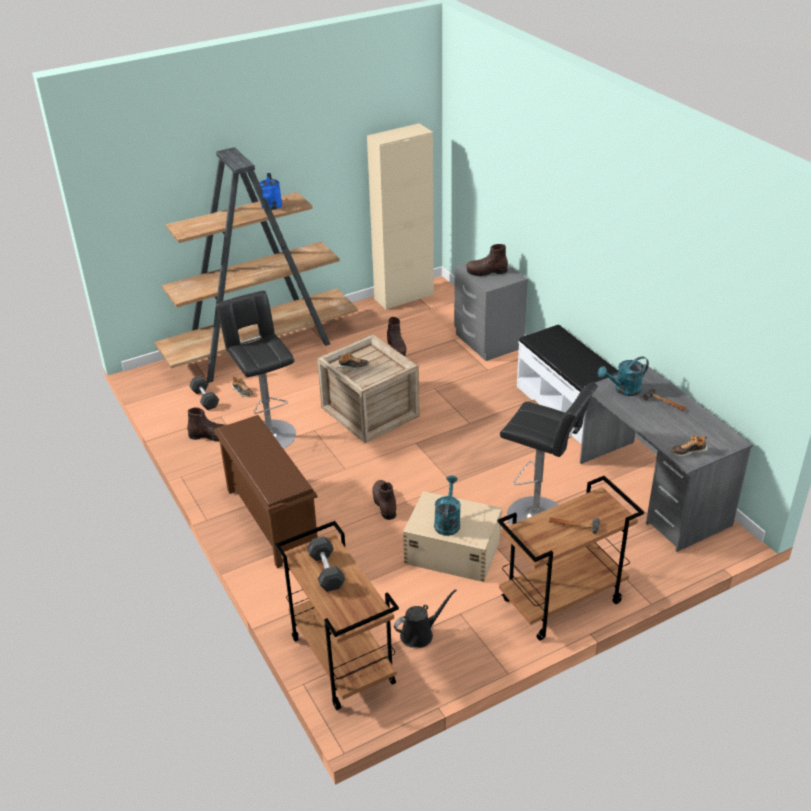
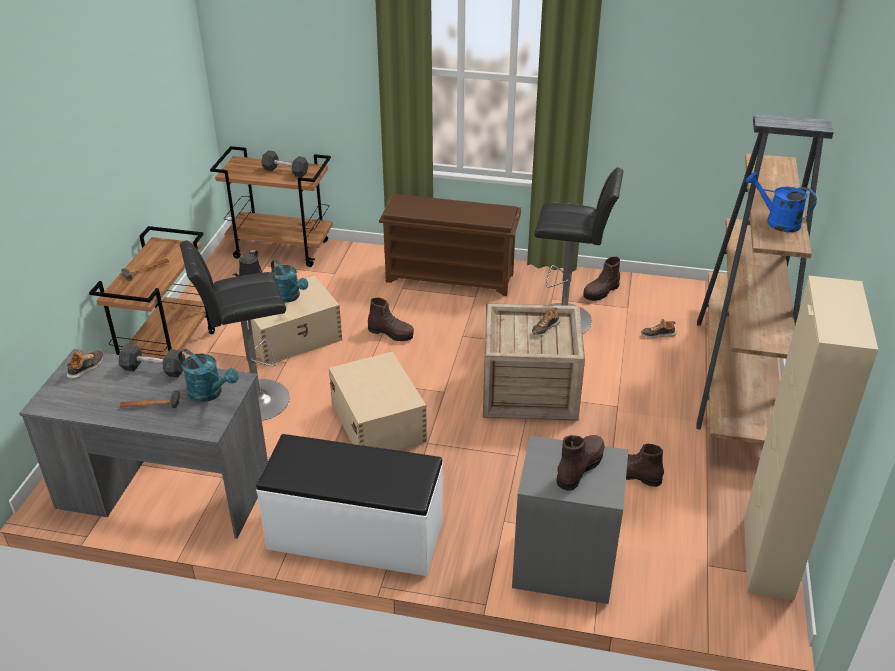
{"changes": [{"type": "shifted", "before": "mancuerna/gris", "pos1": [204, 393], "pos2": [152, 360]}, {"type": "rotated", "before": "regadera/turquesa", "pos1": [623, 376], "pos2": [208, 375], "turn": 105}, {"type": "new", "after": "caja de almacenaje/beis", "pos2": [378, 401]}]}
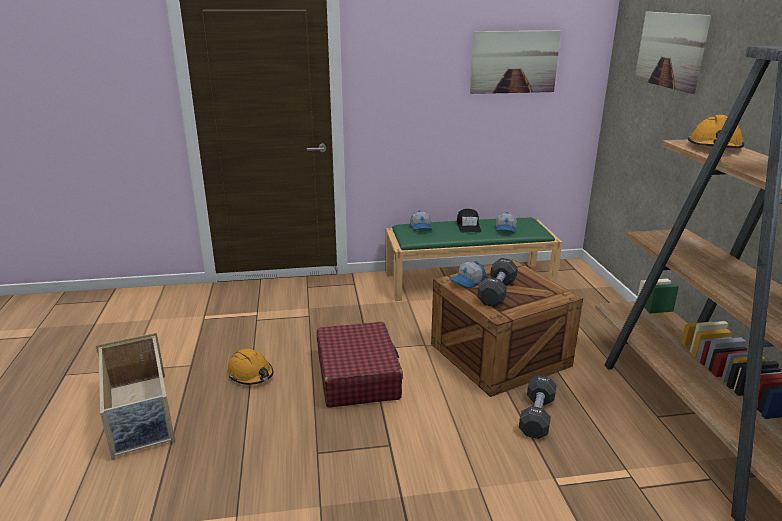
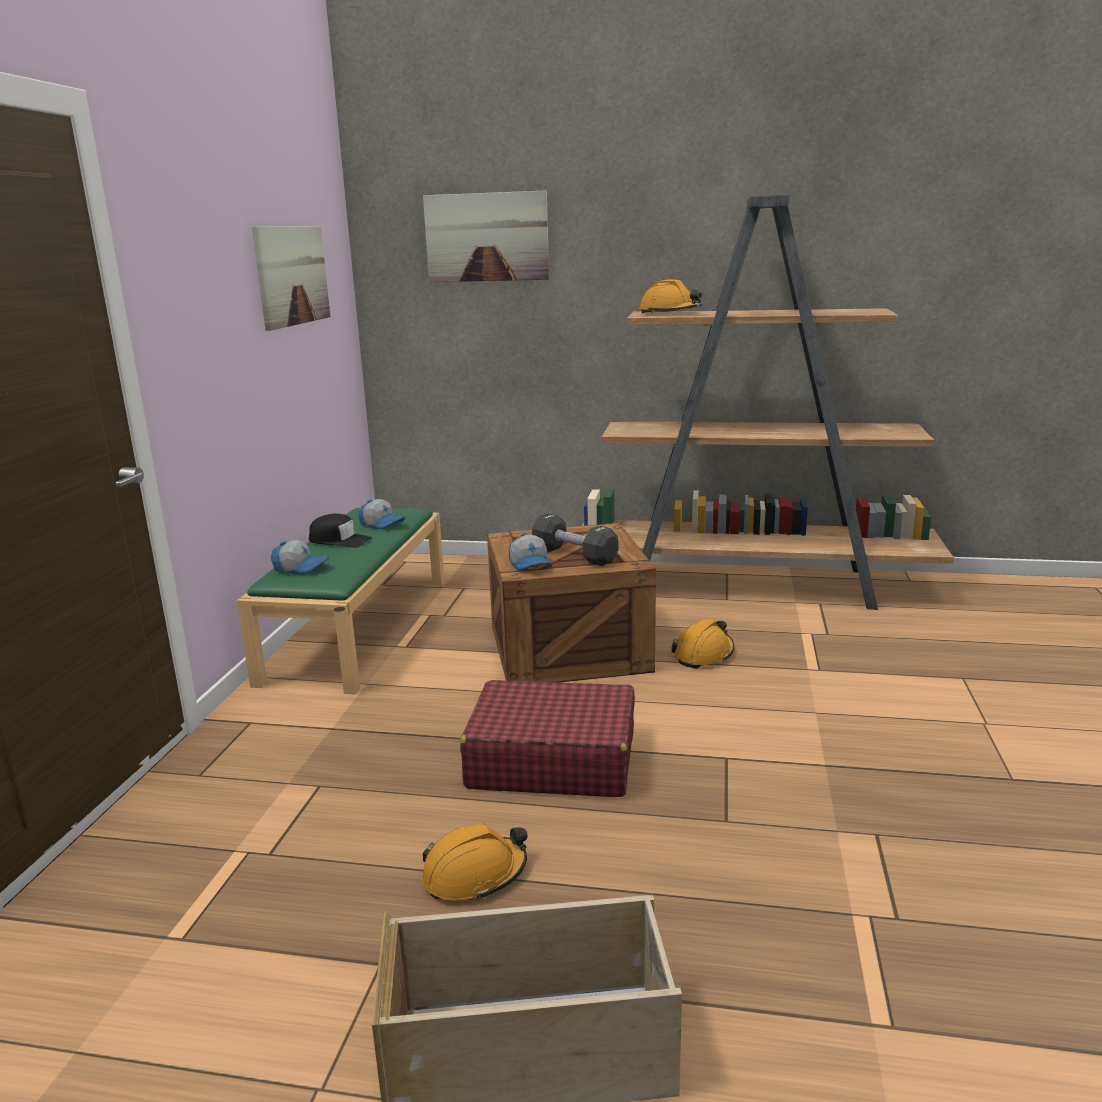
{"changes": [{"type": "swapped", "before": "mancuerna/negro", "after": "casco/naranja", "pos1": [538, 407], "pos2": [703, 644]}]}
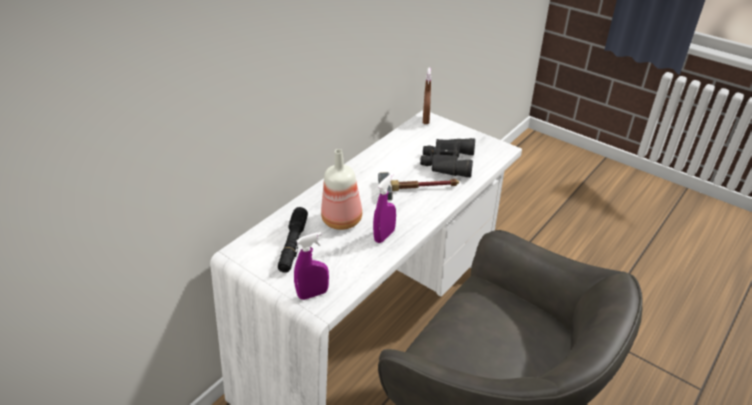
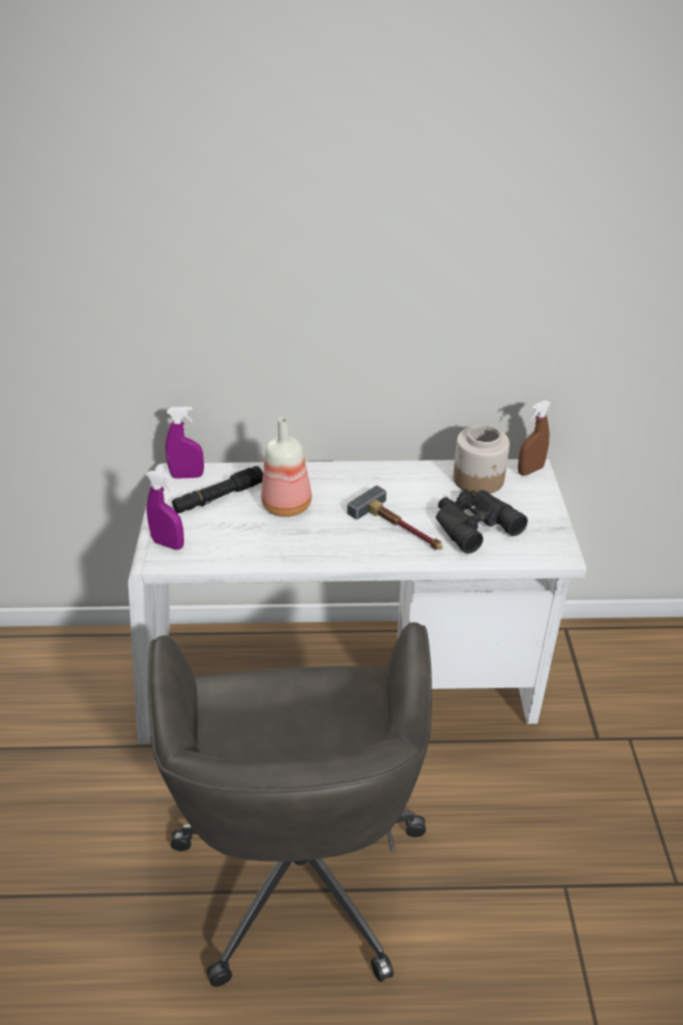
{"changes": [{"type": "shifted", "before": "pulverizador/morado", "pos1": [384, 208], "pos2": [184, 442]}, {"type": "new", "after": "tarro", "pos2": [481, 459]}]}
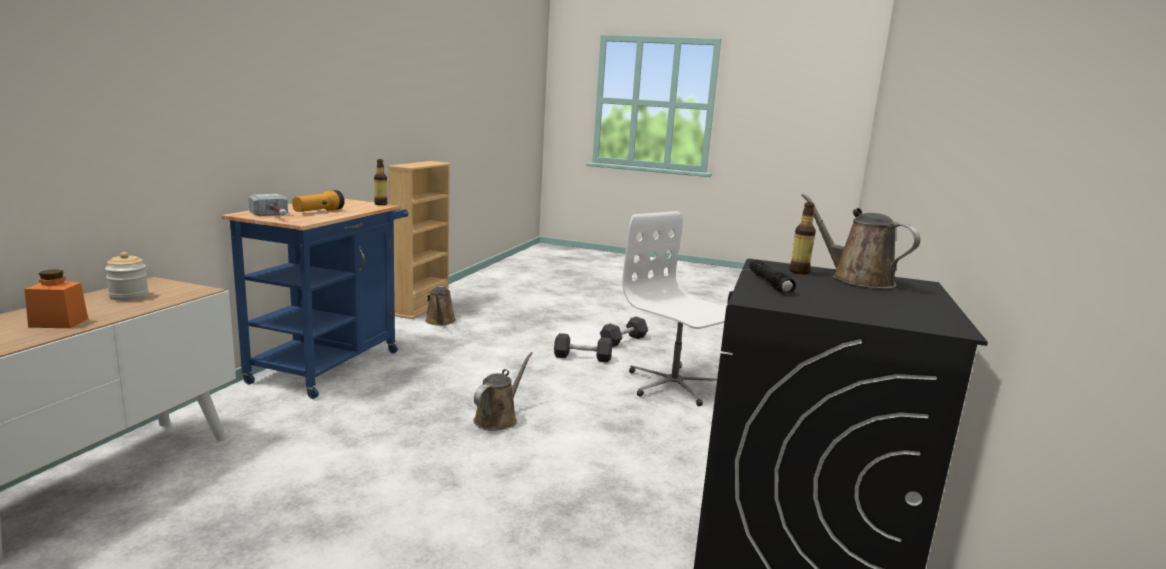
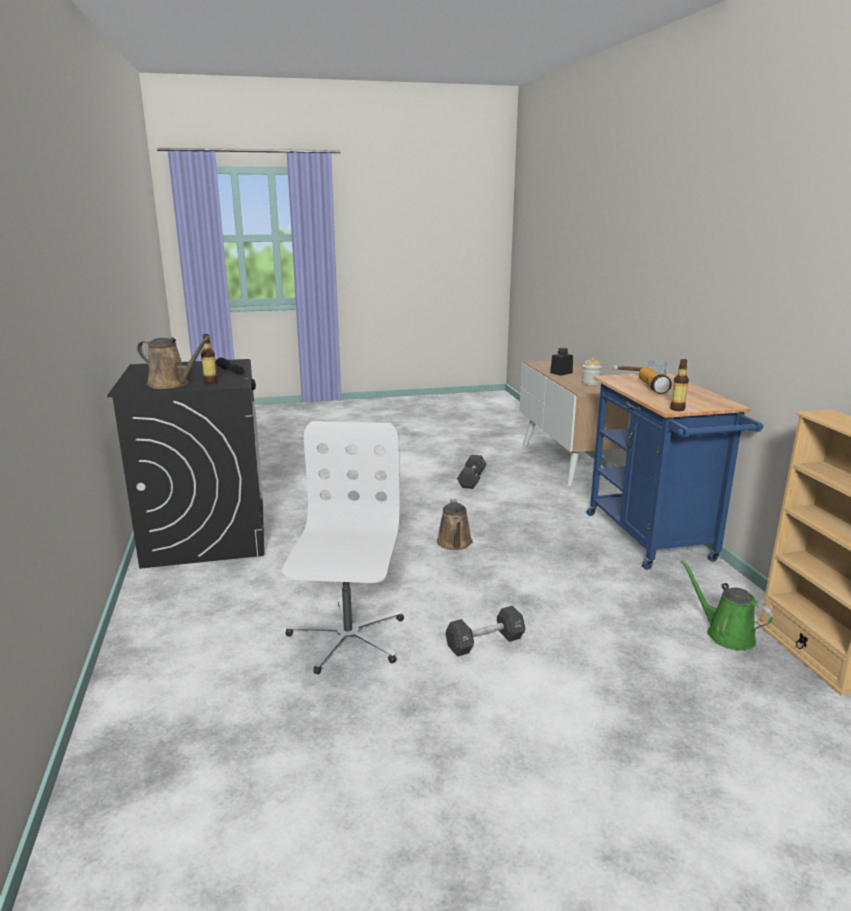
{"changes": [{"type": "rotated", "before": "silla de oficina/blanco", "pos1": [674, 308], "pos2": [343, 547], "turn": -105}, {"type": "shifted", "before": "mancuerna/negro", "pos1": [624, 331], "pos2": [472, 472]}, {"type": "repainted", "before": "tarro/naranja", "after": "tarro/negro", "pos1": [56, 298], "pos2": [561, 362]}, {"type": "repainted", "before": "regadera/marrón", "after": "regadera/verde", "pos1": [440, 306], "pos2": [727, 605]}]}
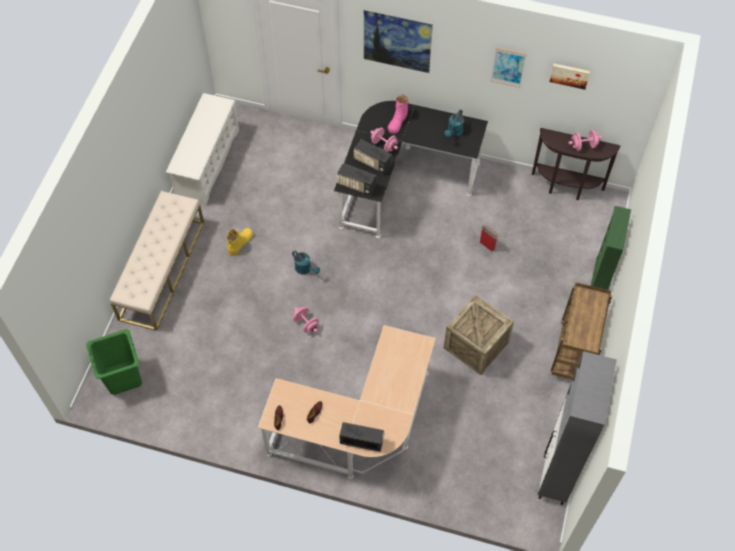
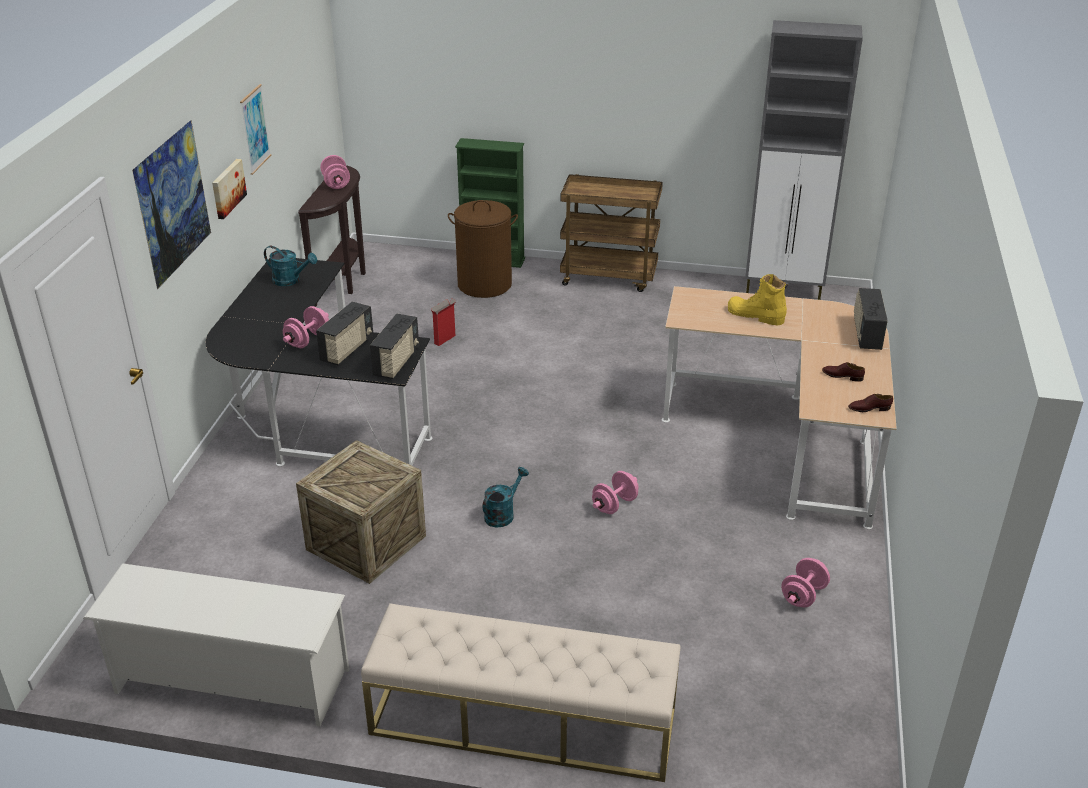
{"changes": [{"type": "shifted", "before": "cuadro", "pos1": [570, 77], "pos2": [229, 189]}, {"type": "shifted", "before": "caja de embalaje", "pos1": [479, 334], "pos2": [361, 512]}, {"type": "new", "after": "cesto de la ropa/marrón", "pos2": [483, 249]}, {"type": "shifted", "before": "bota/amarillo", "pos1": [239, 242], "pos2": [758, 300]}, {"type": "new", "after": "mancuerna/rosa", "pos2": [805, 582]}, {"type": "gone", "before": "cesto de la ropa/verde", "pos1": [114, 362]}, {"type": "gone", "before": "bota/rosa", "pos1": [398, 114]}]}
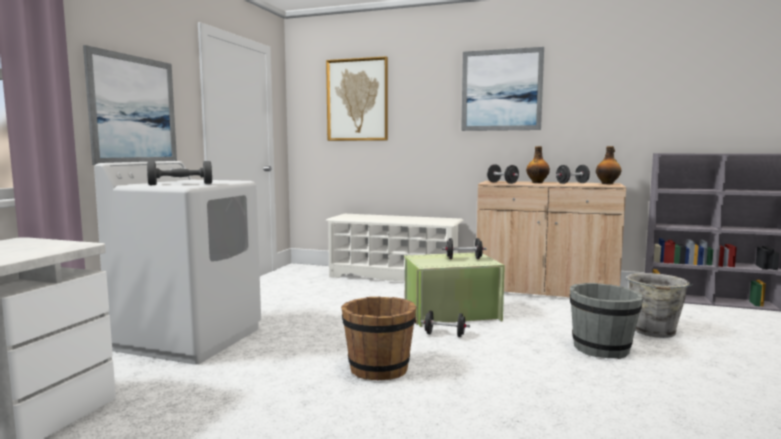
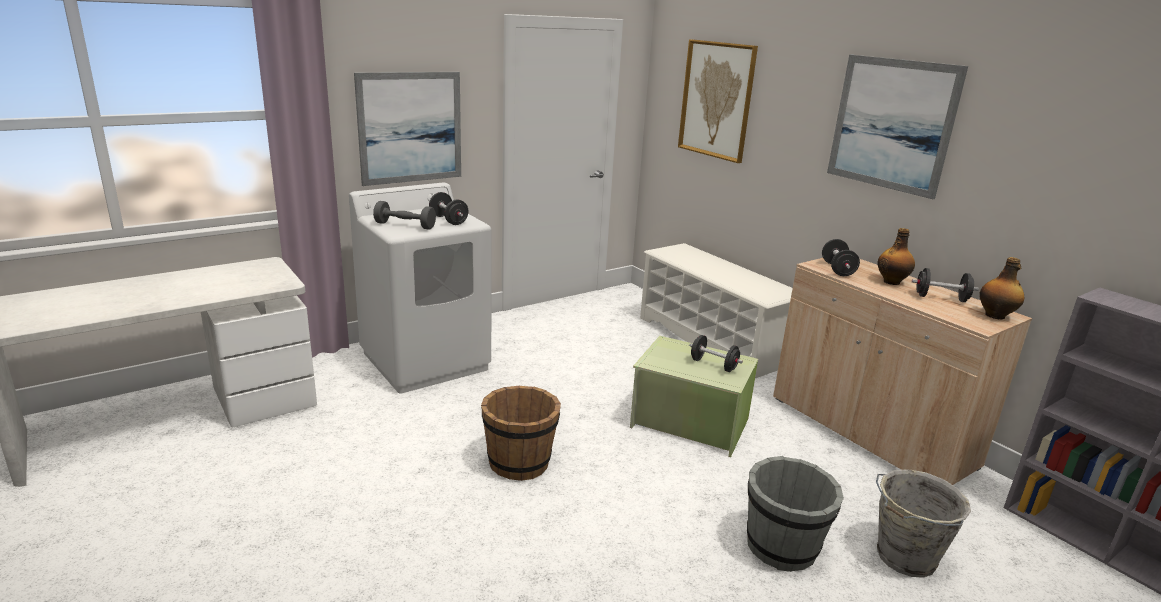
{"changes": [{"type": "shifted", "before": "mancuerna/negro", "pos1": [445, 324], "pos2": [448, 208]}]}
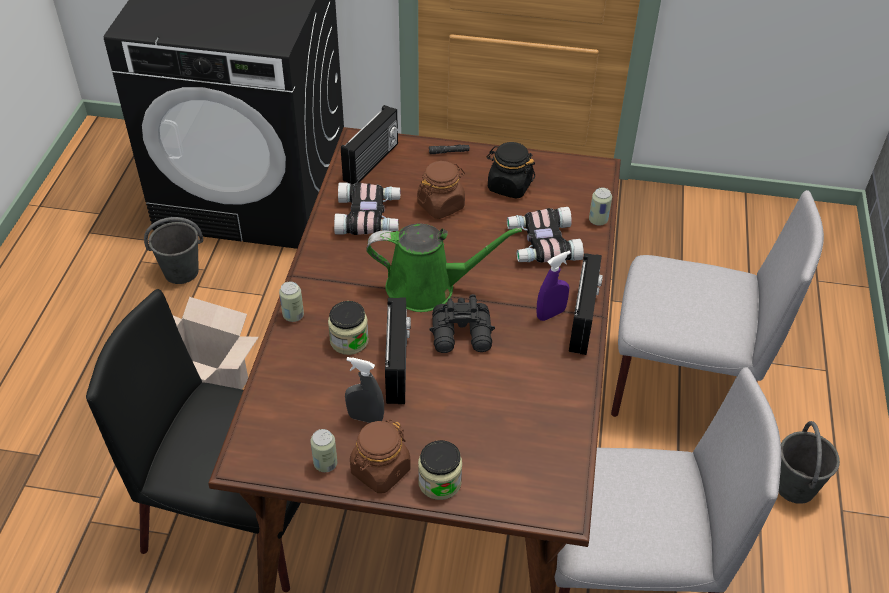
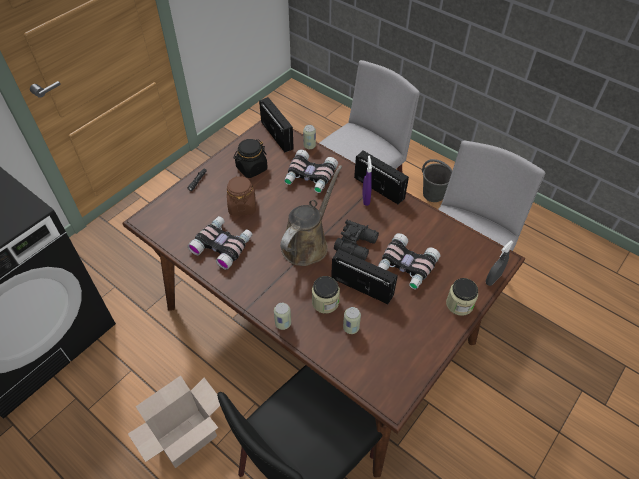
{"changes": [{"type": "shifted", "before": "radio", "pos1": [369, 144], "pos2": [276, 124]}, {"type": "repainted", "before": "regadera/verde", "after": "regadera/marrón", "pos1": [444, 268], "pos2": [311, 215]}, {"type": "shifted", "before": "lata", "pos1": [323, 450], "pos2": [352, 320]}, {"type": "new", "after": "prismáticos", "pos2": [409, 261]}, {"type": "shifted", "before": "pulverizador/gris", "pos1": [364, 390], "pos2": [500, 263]}, {"type": "gone", "before": "cubo/gris", "pos1": [173, 250]}, {"type": "gone", "before": "tarro/marrón", "pos1": [380, 456]}]}
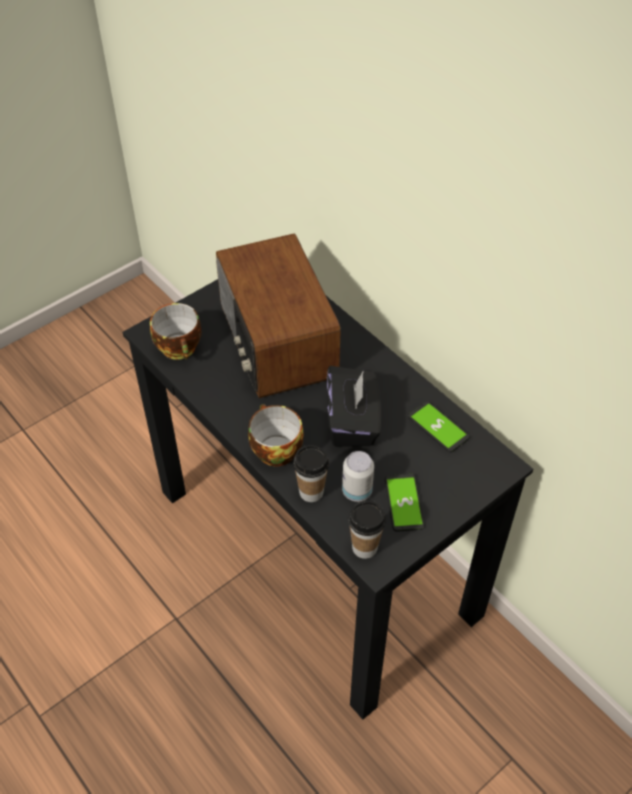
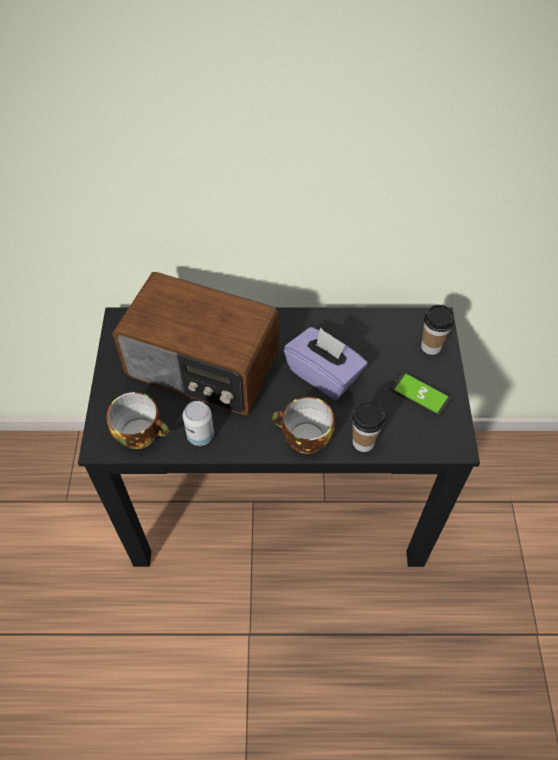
{"changes": [{"type": "shifted", "before": "lata", "pos1": [358, 476], "pos2": [198, 423]}, {"type": "repainted", "before": "caja de pañuelos/negro", "after": "caja de pañuelos/morado", "pos1": [354, 406], "pos2": [325, 363]}, {"type": "shifted", "before": "taza", "pos1": [367, 530], "pos2": [437, 330]}, {"type": "gone", "before": "móvil", "pos1": [439, 426]}]}
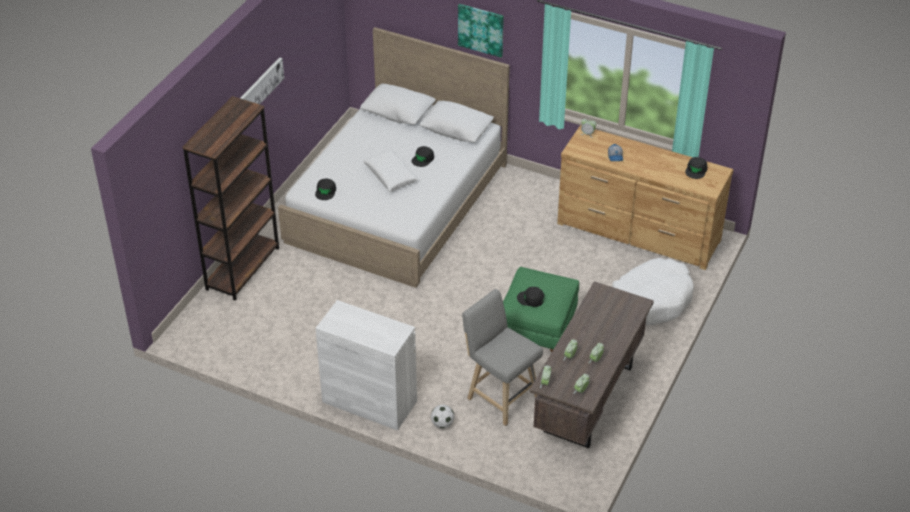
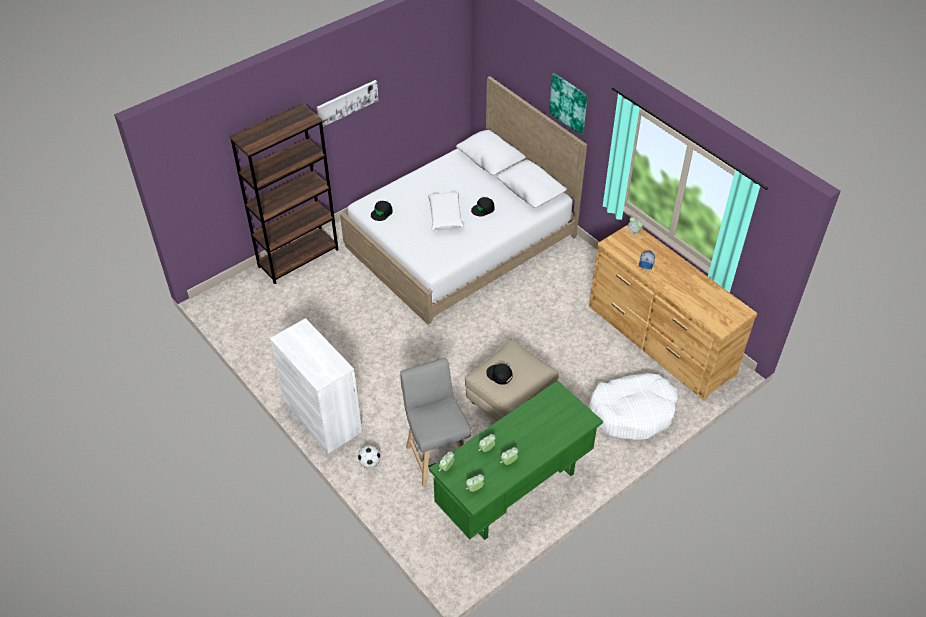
{"changes": [{"type": "repainted", "before": "escritorio/marrón", "after": "escritorio/verde", "pos1": [592, 364], "pos2": [516, 460]}, {"type": "repainted", "before": "puf/verde", "after": "puf/beis", "pos1": [541, 309], "pos2": [511, 380]}, {"type": "gone", "before": "gorra/negro", "pos1": [696, 168]}]}
